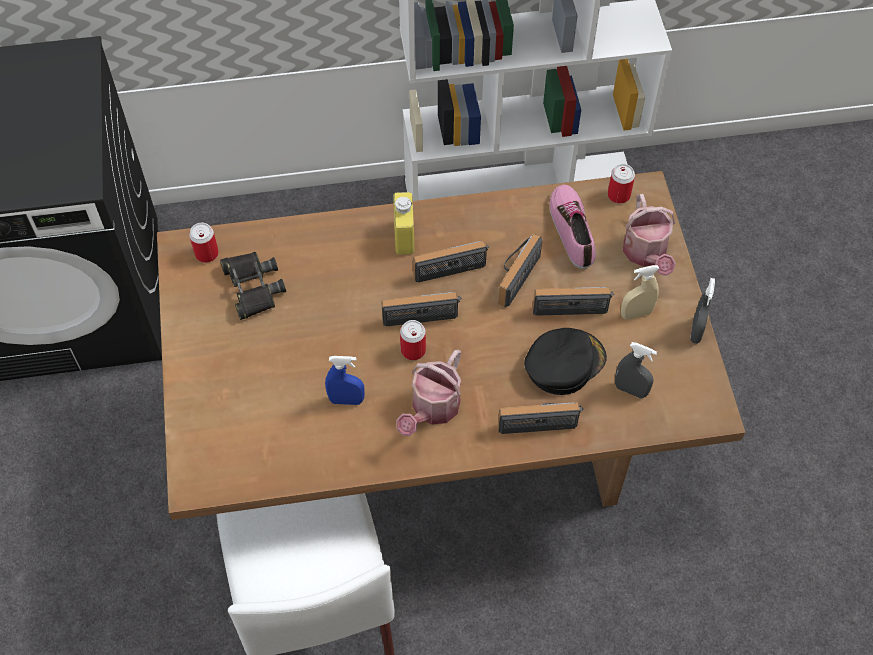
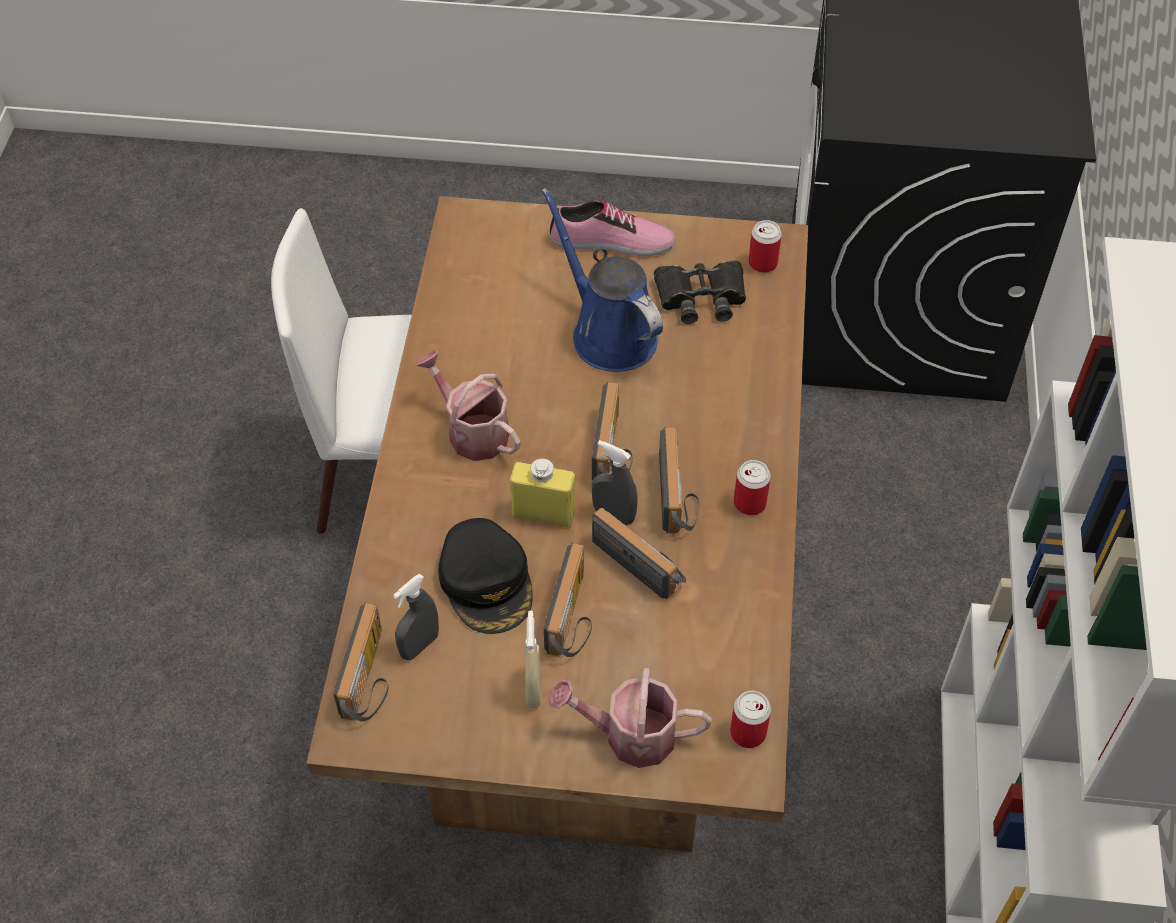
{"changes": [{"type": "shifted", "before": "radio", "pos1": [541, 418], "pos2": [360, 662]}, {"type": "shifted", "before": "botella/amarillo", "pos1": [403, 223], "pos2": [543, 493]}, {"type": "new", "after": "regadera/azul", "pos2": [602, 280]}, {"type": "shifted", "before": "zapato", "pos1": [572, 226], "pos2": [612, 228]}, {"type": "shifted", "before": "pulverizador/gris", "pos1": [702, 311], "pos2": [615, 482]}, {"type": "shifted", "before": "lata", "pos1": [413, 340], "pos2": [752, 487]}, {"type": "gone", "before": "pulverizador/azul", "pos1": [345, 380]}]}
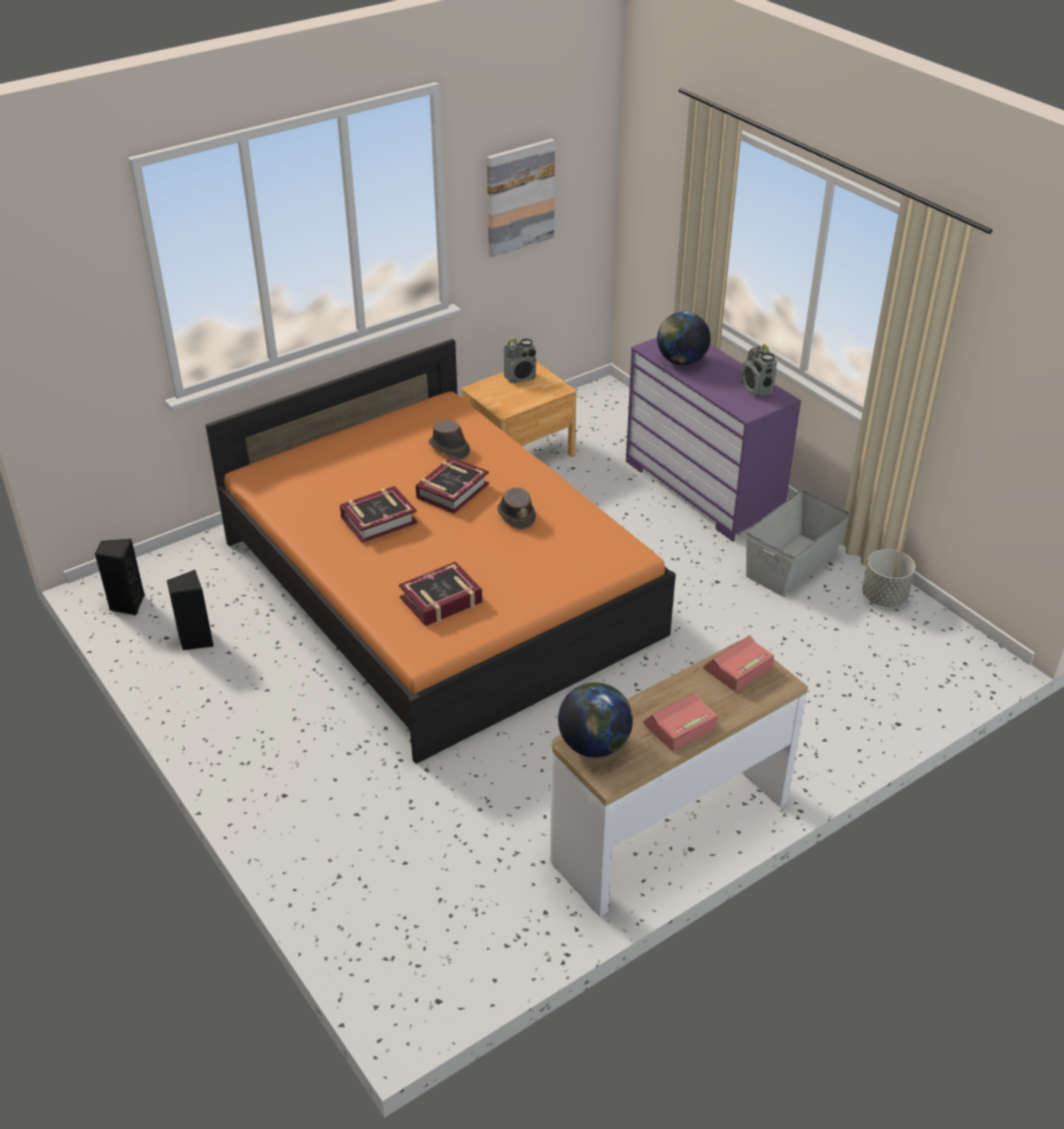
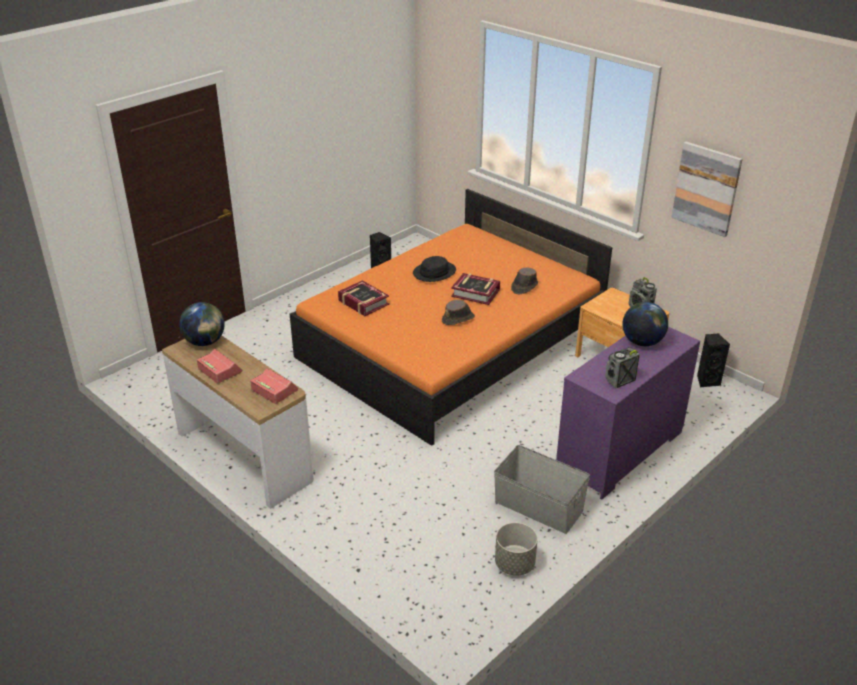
{"changes": [{"type": "swapped", "before": "libro", "after": "sombrero/negro", "pos1": [379, 514], "pos2": [434, 269]}, {"type": "shifted", "before": "altavoz/negro", "pos1": [120, 576], "pos2": [713, 360]}]}
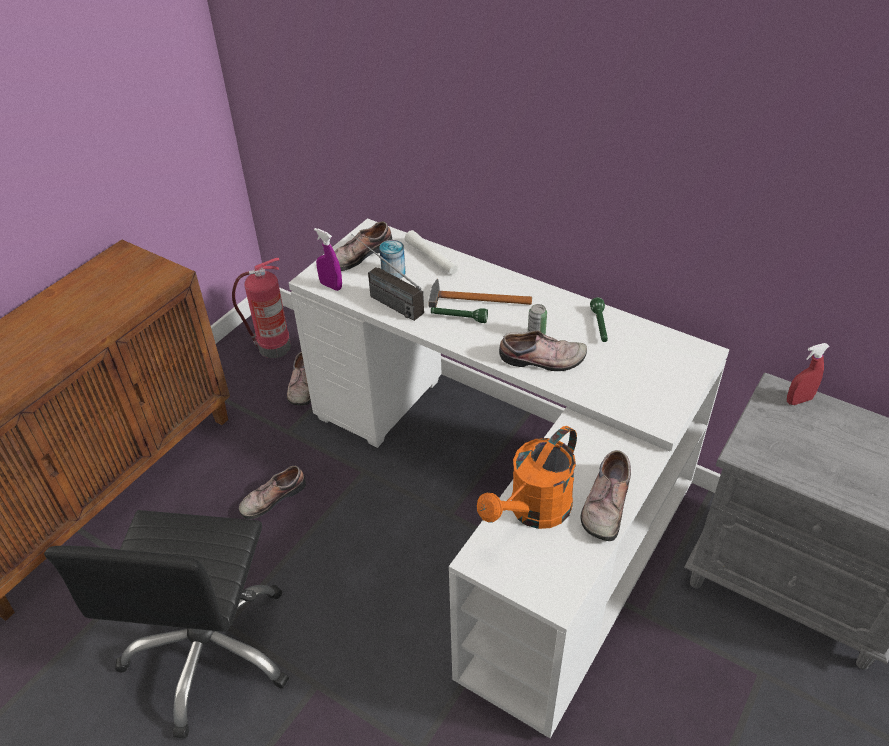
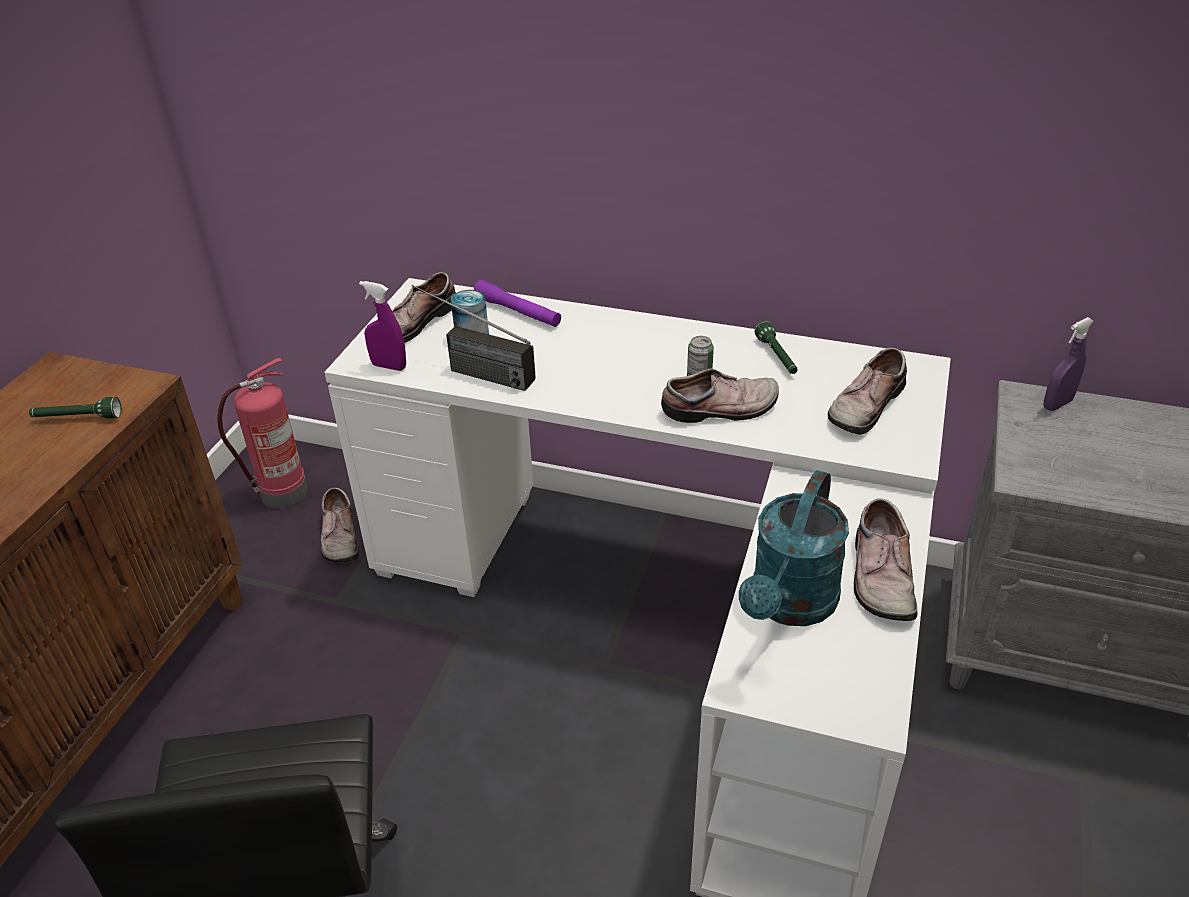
{"changes": [{"type": "shifted", "before": "linterna/verde", "pos1": [459, 315], "pos2": [75, 408]}, {"type": "repainted", "before": "linterna/blanco", "after": "linterna/morado", "pos1": [431, 252], "pos2": [517, 303]}, {"type": "repainted", "before": "regadera/naranja", "after": "regadera/turquesa", "pos1": [527, 477], "pos2": [794, 548]}, {"type": "shifted", "before": "zapato", "pos1": [272, 492], "pos2": [867, 391]}, {"type": "repainted", "before": "pulverizador/rojo", "after": "pulverizador/morado", "pos1": [808, 374], "pos2": [1068, 364]}, {"type": "gone", "before": "martillo", "pos1": [480, 293]}]}
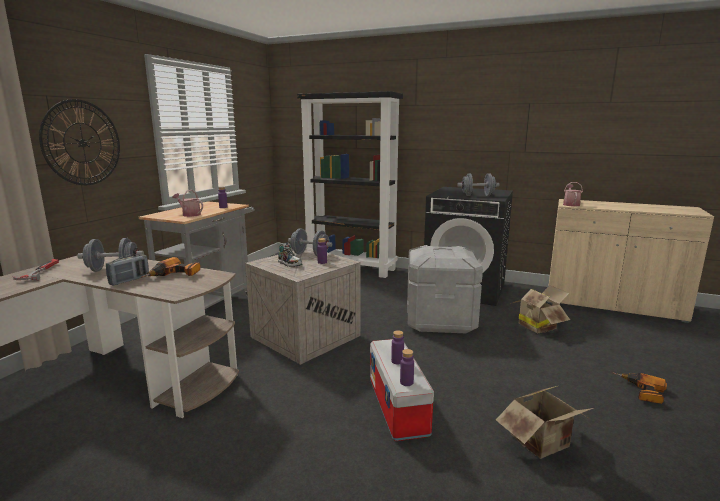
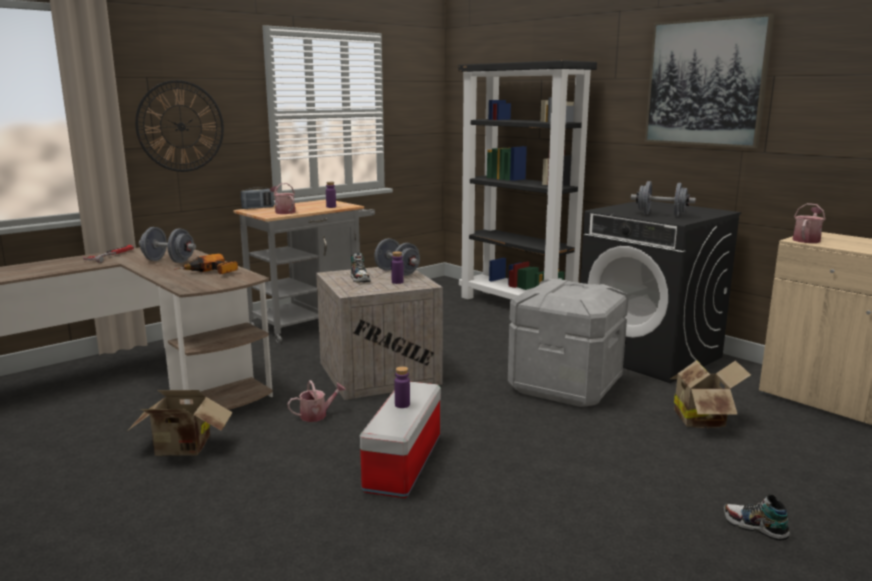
{"changes": [{"type": "shifted", "before": "caja de cartón", "pos1": [545, 422], "pos2": [180, 423]}, {"type": "shifted", "before": "radio", "pos1": [127, 269], "pos2": [257, 198]}, {"type": "new", "after": "regadera", "pos2": [316, 401]}, {"type": "new", "after": "cuadro", "pos2": [709, 81]}, {"type": "swapped", "before": "taladro", "after": "zapato", "pos1": [640, 388], "pos2": [757, 517]}, {"type": "gone", "before": "botella/morado", "pos1": [407, 367]}]}
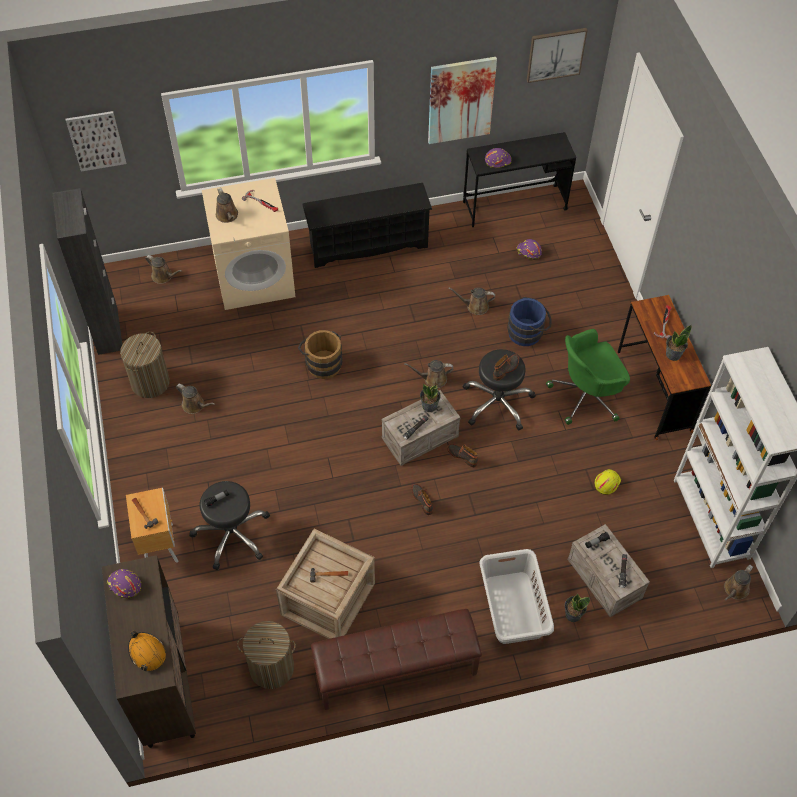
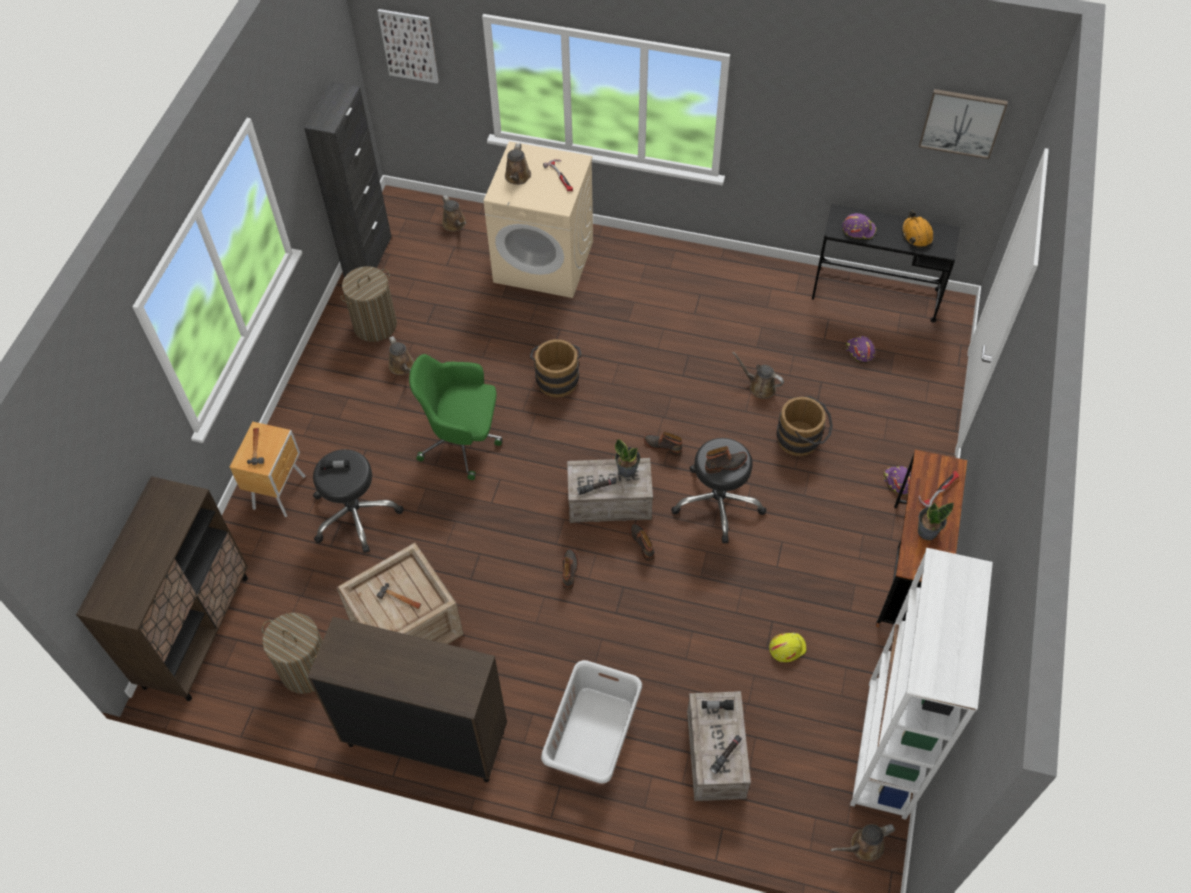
{"changes": [{"type": "swapped", "before": "banco/marrón", "after": "armario/marrón", "pos1": [396, 659], "pos2": [407, 699]}, {"type": "shifted", "before": "silla de oficina/verde", "pos1": [588, 377], "pos2": [455, 417]}, {"type": "swapped", "before": "regadera/marrón", "after": "bota", "pos1": [428, 374], "pos2": [663, 443]}, {"type": "repainted", "before": "cubo/azul", "after": "cubo/marrón", "pos1": [529, 321], "pos2": [805, 426]}, {"type": "shifted", "before": "casco/morado", "pos1": [124, 583], "pos2": [897, 480]}, {"type": "shifted", "before": "casco/naranja", "pos1": [147, 650], "pos2": [918, 229]}, {"type": "gone", "before": "zapatero/negro", "pos1": [367, 225]}, {"type": "gone", "before": "cuadro", "pos1": [462, 100]}, {"type": "gone", "before": "planta en maceta", "pos1": [577, 608]}]}
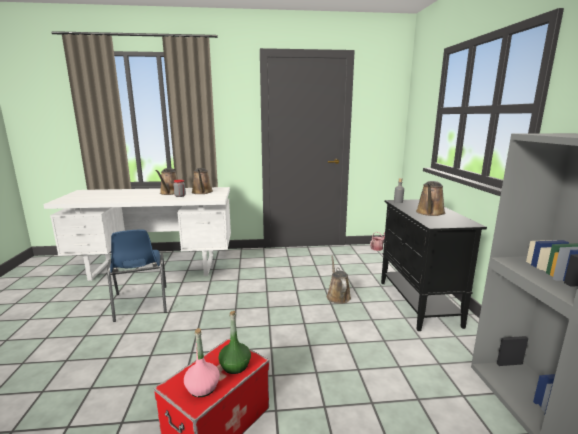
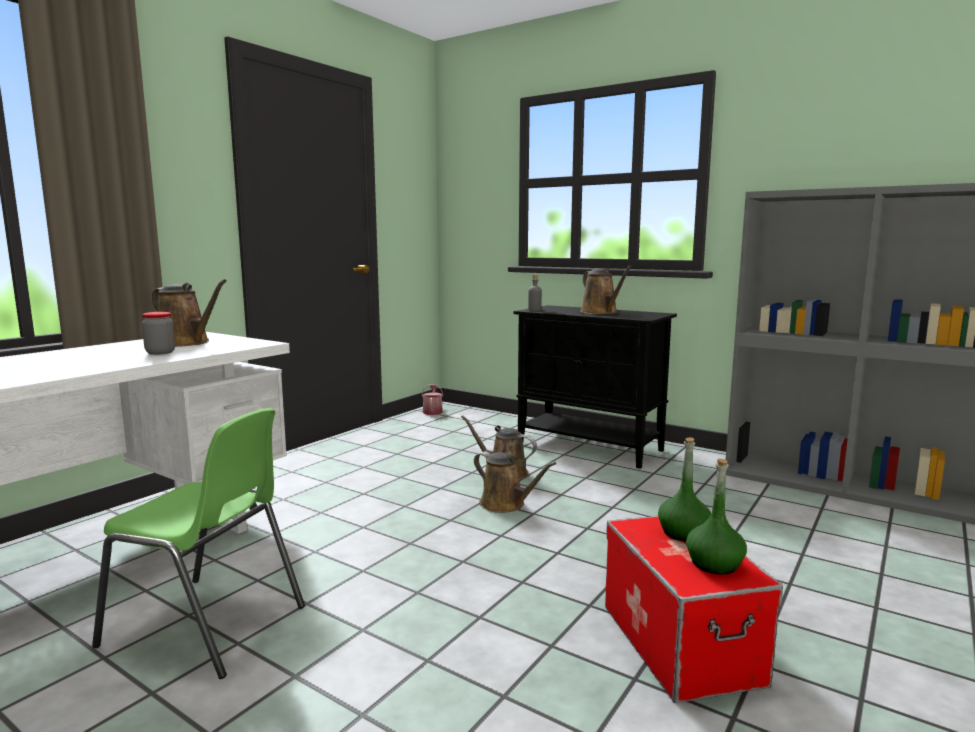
{"changes": [{"type": "repainted", "before": "silla/azul", "after": "silla/verde", "pos1": [137, 276], "pos2": [198, 543]}, {"type": "shifted", "before": "regadera/marrón", "pos1": [166, 181], "pos2": [515, 482]}, {"type": "repainted", "before": "botella/rosa", "after": "botella/verde", "pos1": [202, 362], "pos2": [716, 516]}]}
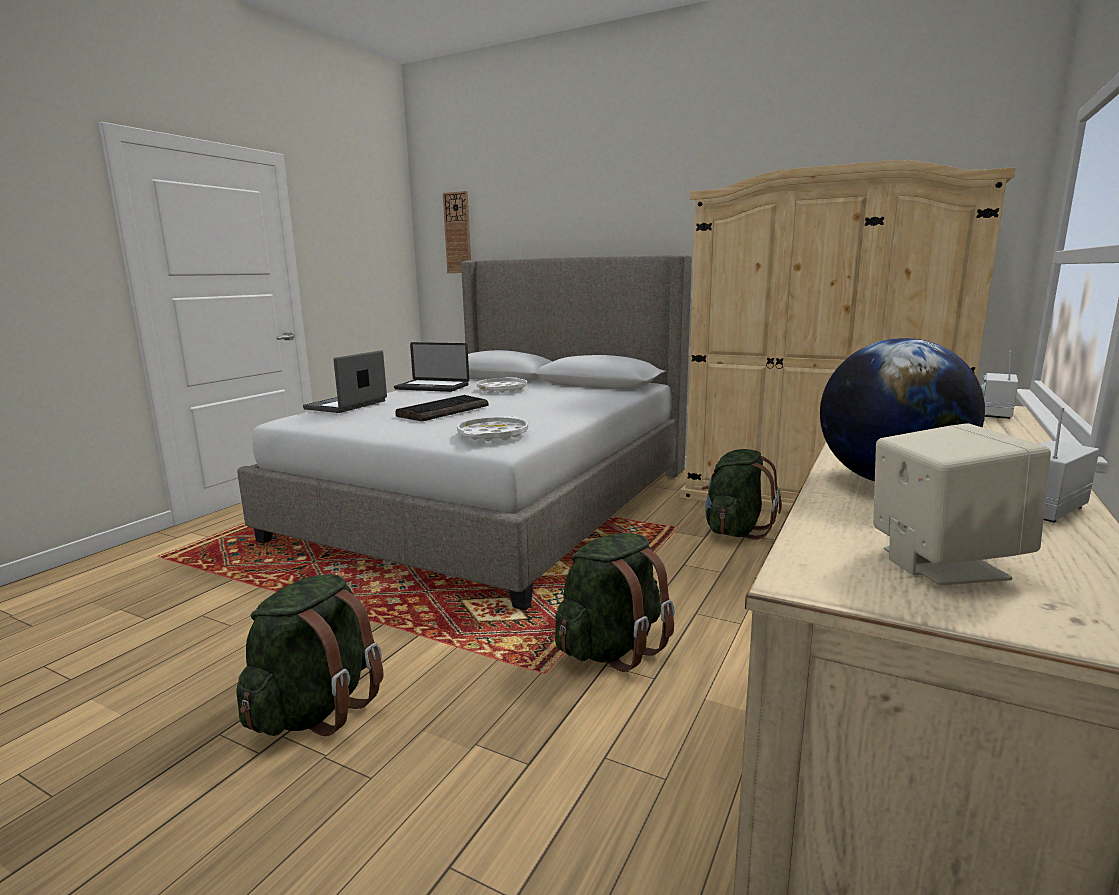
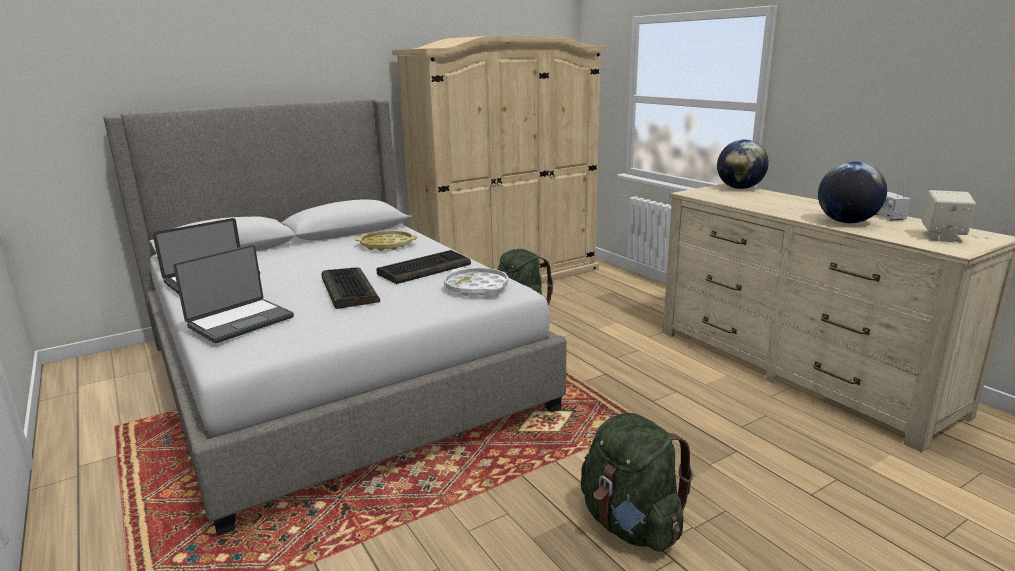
{"changes": [{"type": "rotated", "before": "portátil", "pos1": [345, 381], "pos2": [233, 293], "turn": -105}, {"type": "new", "after": "bandeja/amarillo", "pos2": [386, 241]}, {"type": "new", "after": "teclado", "pos2": [424, 267]}, {"type": "swapped", "before": "radio", "after": "globo terráqueo", "pos1": [999, 384], "pos2": [743, 164]}, {"type": "gone", "before": "reloj de pared", "pos1": [457, 232]}, {"type": "gone", "before": "bandeja/blanco", "pos1": [502, 385]}, {"type": "gone", "before": "mochila/verde", "pos1": [615, 602]}]}
